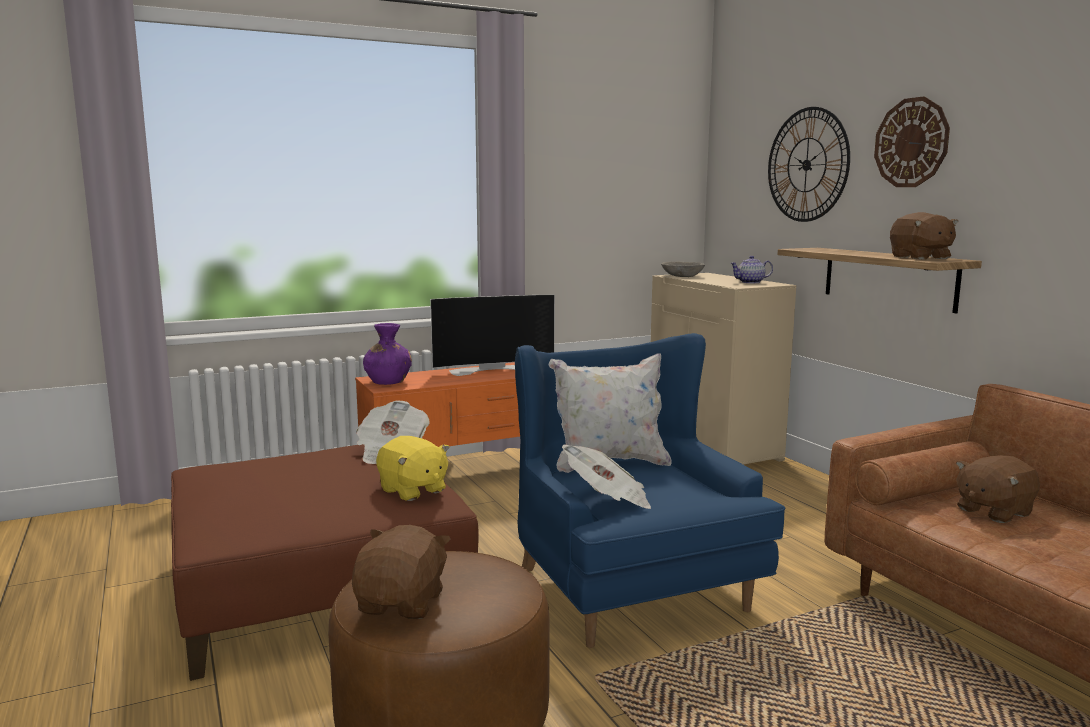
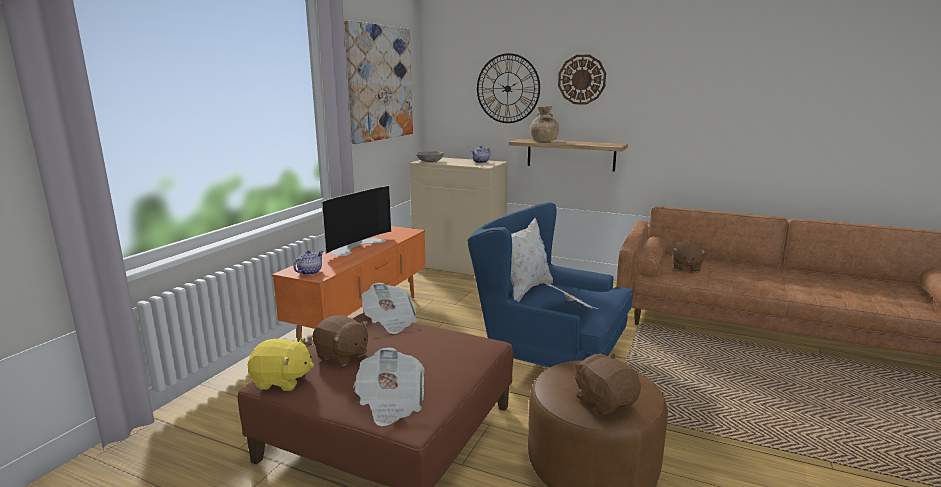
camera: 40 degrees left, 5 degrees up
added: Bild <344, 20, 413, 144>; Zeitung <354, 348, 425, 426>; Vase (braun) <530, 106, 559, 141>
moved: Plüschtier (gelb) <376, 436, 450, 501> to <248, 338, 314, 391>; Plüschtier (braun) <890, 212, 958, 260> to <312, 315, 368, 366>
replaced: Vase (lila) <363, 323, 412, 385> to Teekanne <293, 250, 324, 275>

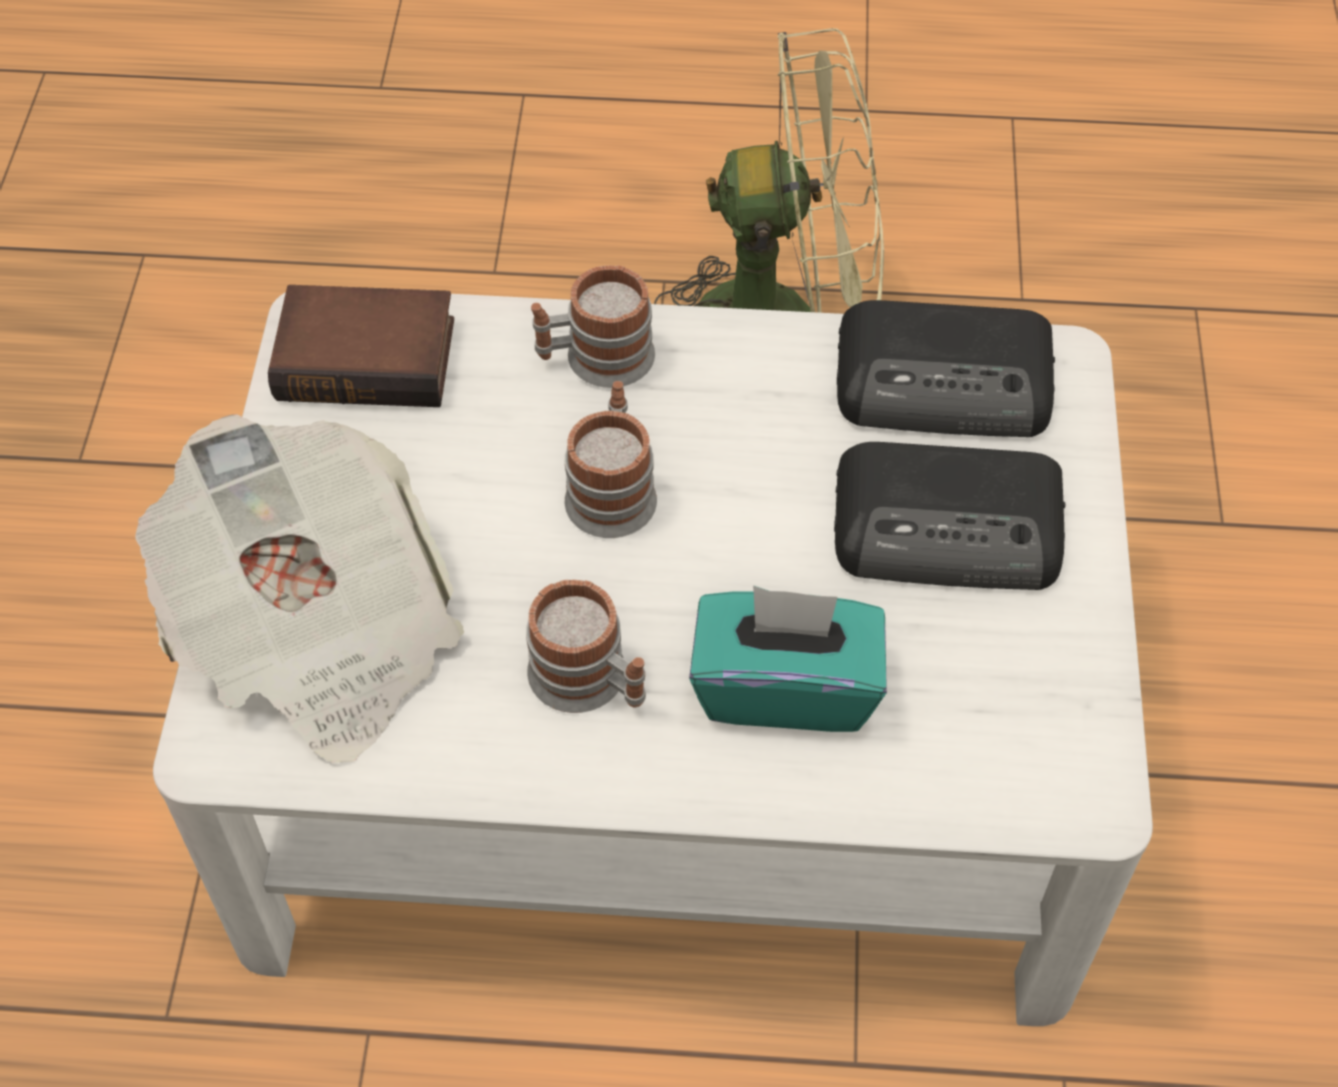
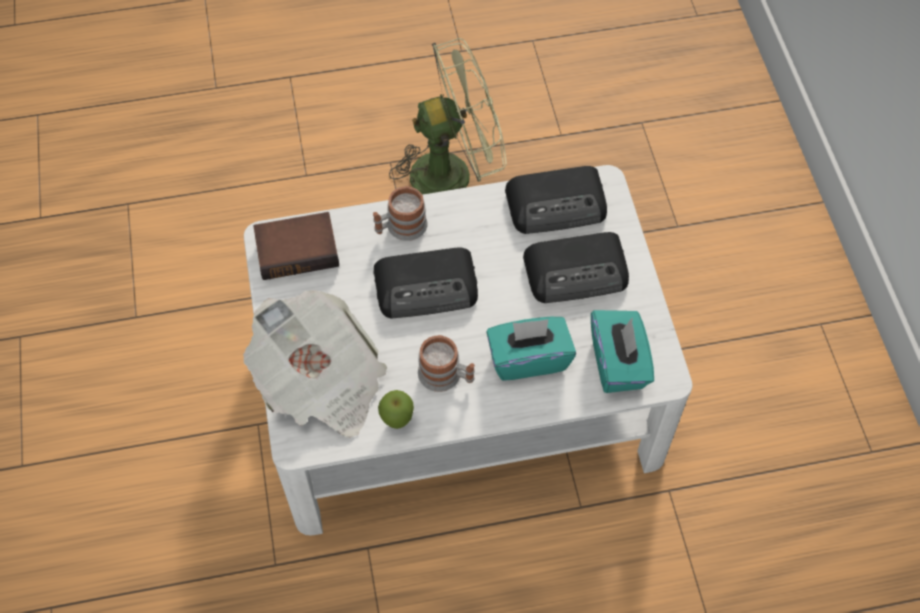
camera: 15 degrees left, 5 degrees up
added: Apfel <378, 390, 414, 429>; Taschentuchbox (türkis) <591, 310, 654, 393>
replaced: Henkelbecher <565, 381, 657, 538> to Radio <373, 248, 478, 319>

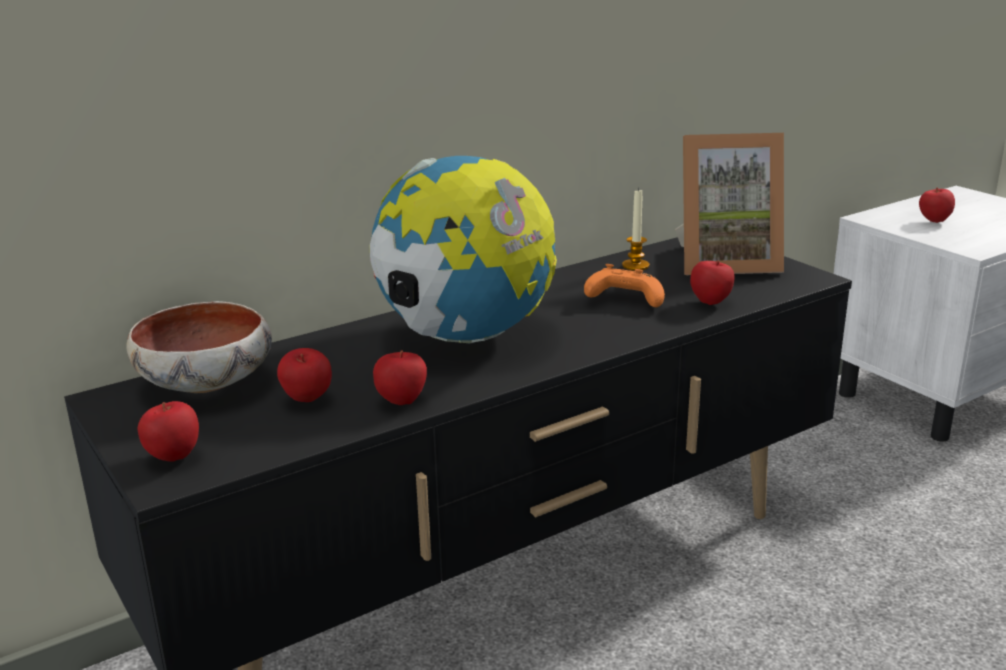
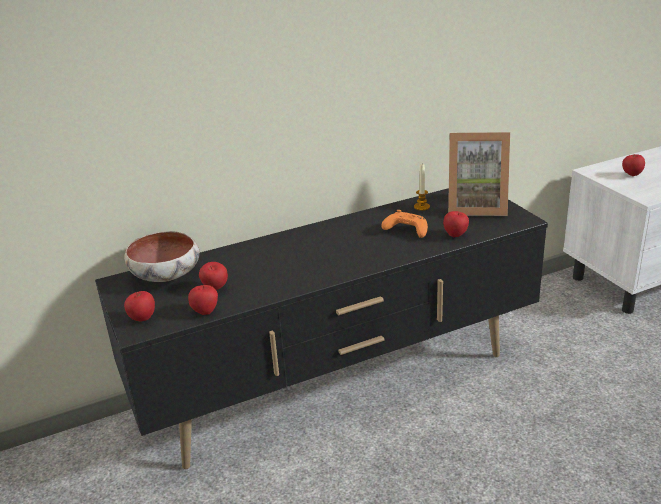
camera: 10 degrees right, 5 degrees up
removed: Globus <369, 156, 557, 343>
moved: Apfel <373, 350, 427, 405> to <188, 285, 218, 315>

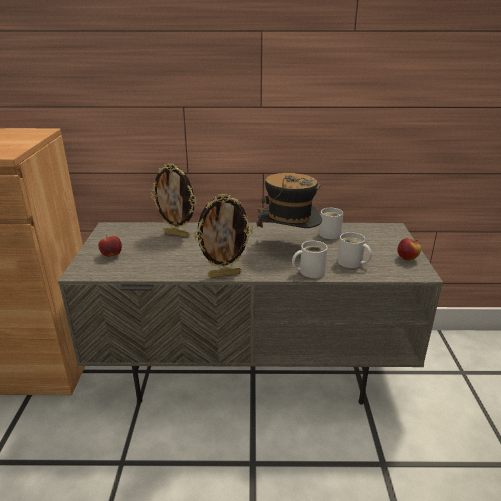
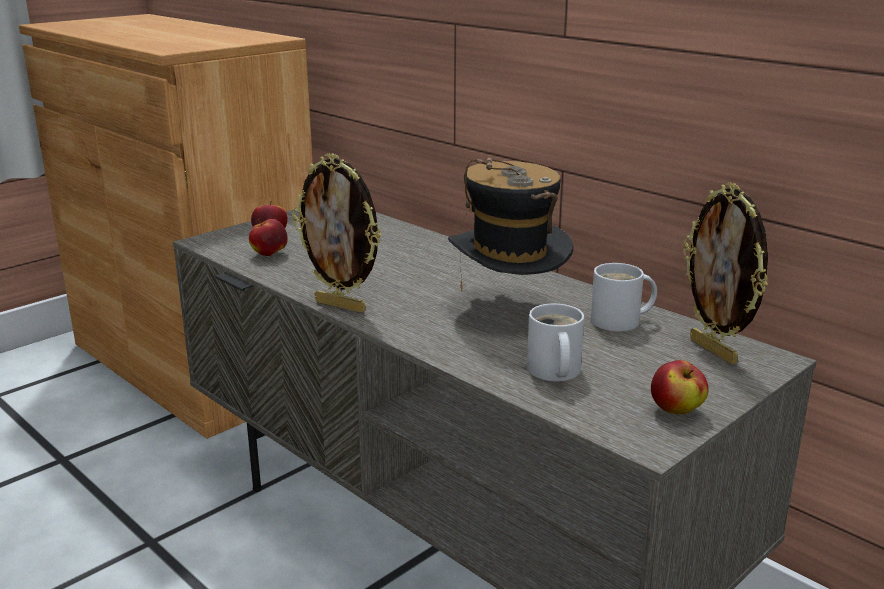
camera: 45 degrees right, 5 degrees down
removed: Henkelbecher (weiß) <292, 241, 328, 278>
added: Apfel <249, 219, 288, 256>
moved: Bilderrahmen <150, 163, 197, 237> to <683, 182, 768, 365>

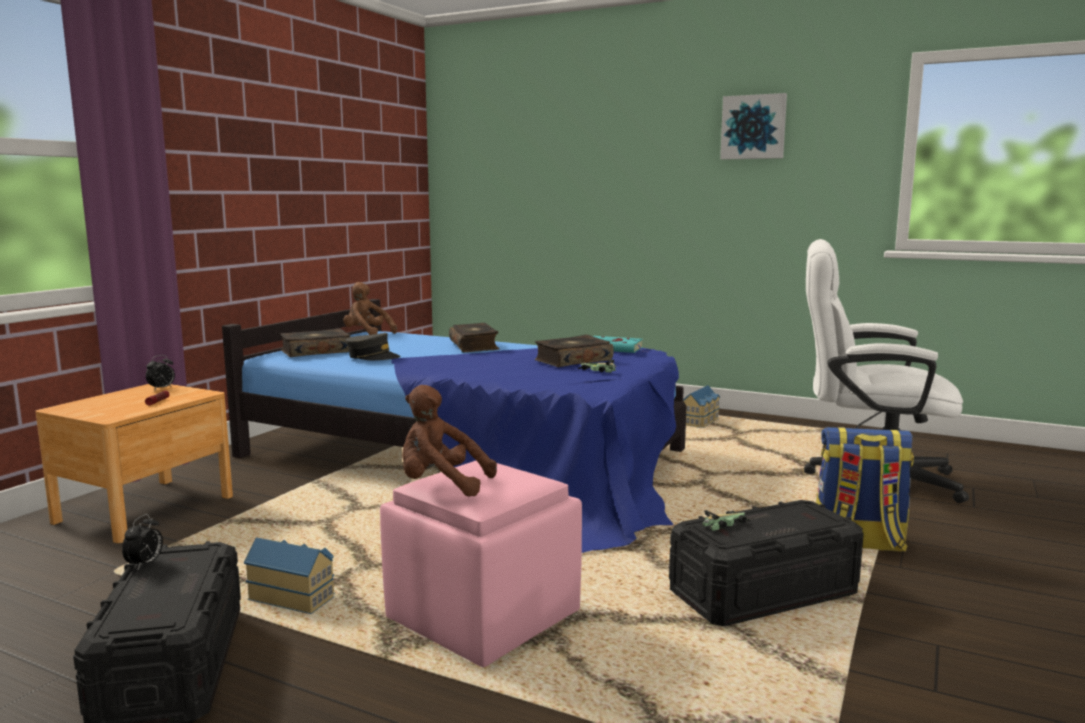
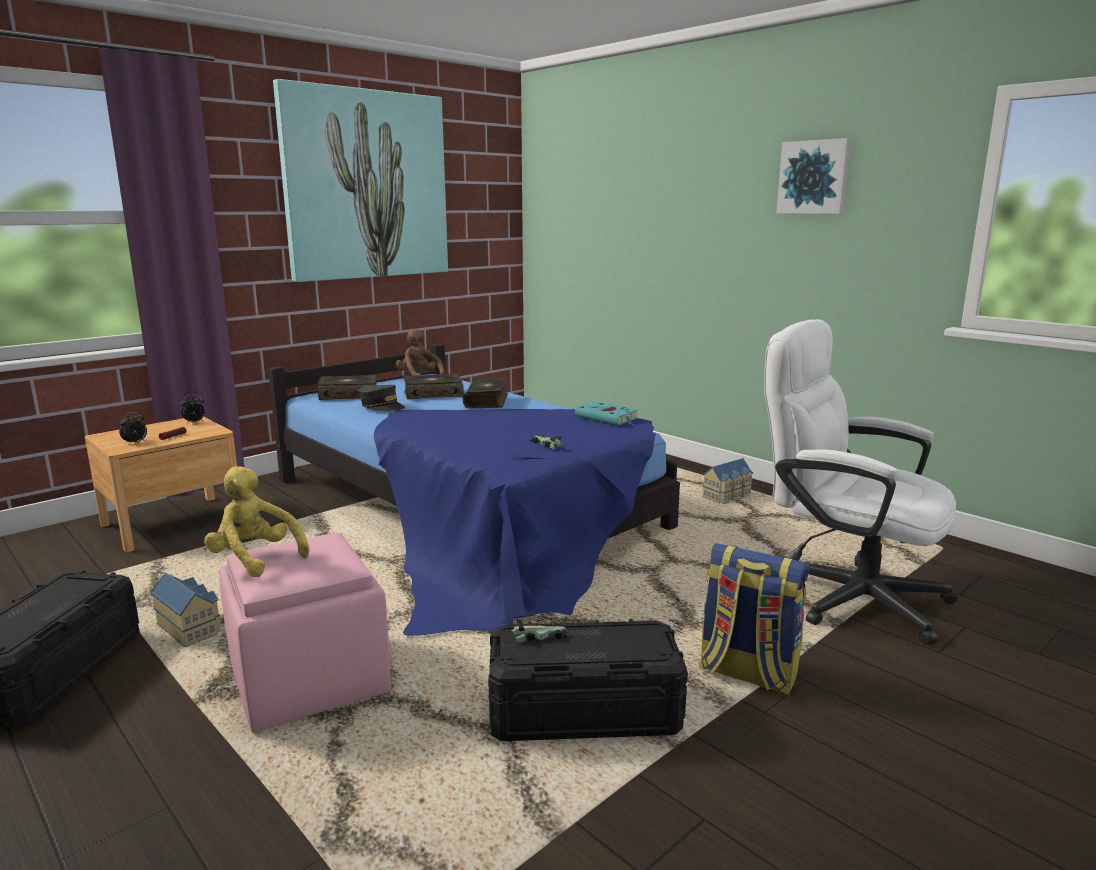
camera: 20 degrees right, 5 degrees up
added: Bild <273, 79, 448, 282>
moved: Wecker <122, 514, 163, 570> to <119, 412, 147, 444>; Buch <534, 335, 614, 367> to <403, 373, 464, 399>
recoloured: Plüschtier (braun) <402, 385, 497, 497> to Plüschtier (gelb) <204, 466, 309, 577>

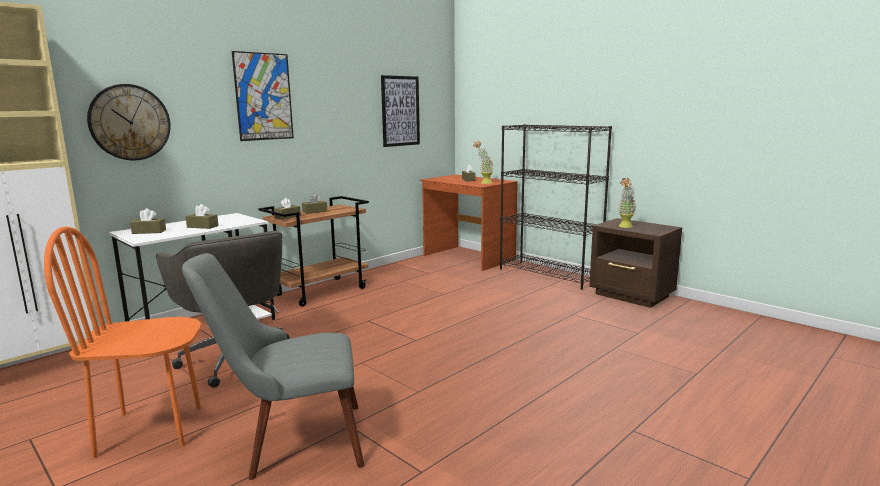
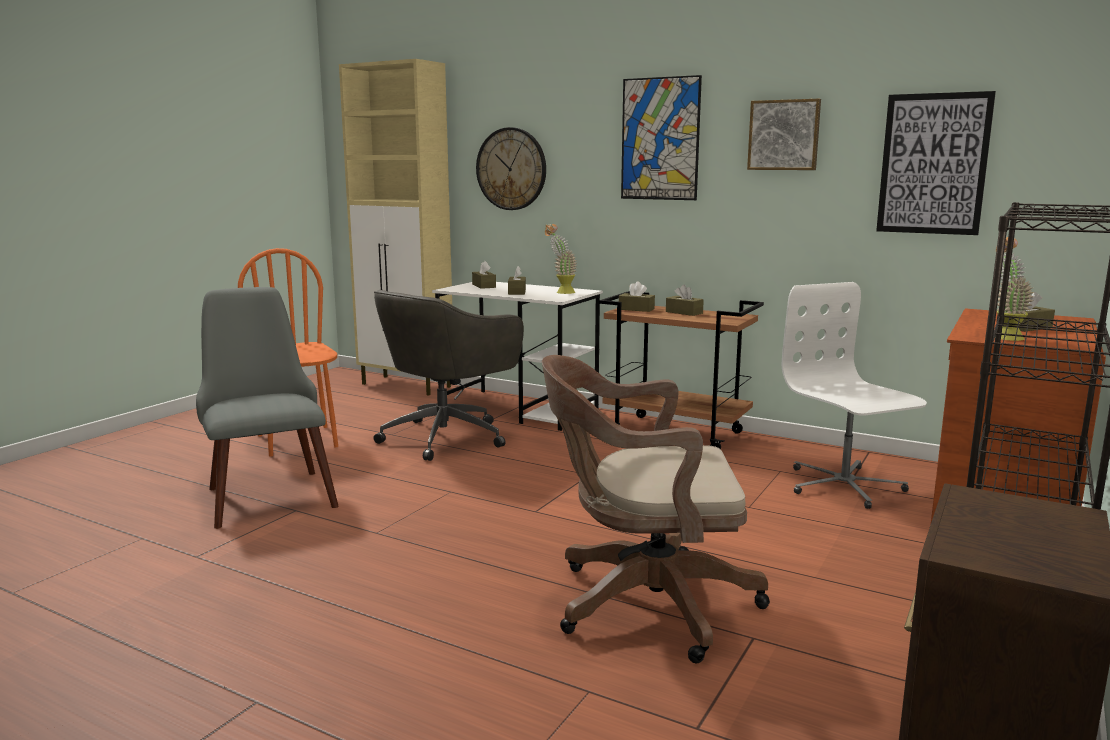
camera: 75 degrees right, 0 degrees up
added: Bürostuhl (braun) <542, 355, 770, 663>; Bild <747, 99, 821, 170>; Bürostuhl (weiß) <782, 282, 927, 509>
moved: Topfpflanze <618, 178, 636, 228> to <545, 224, 577, 294>

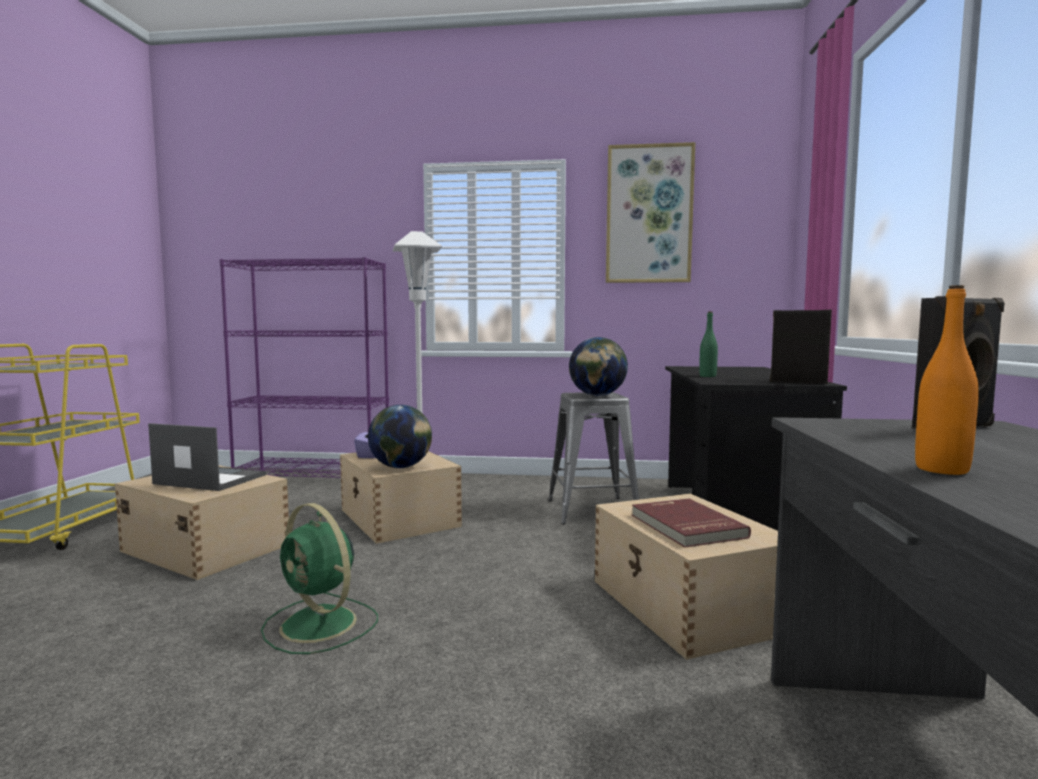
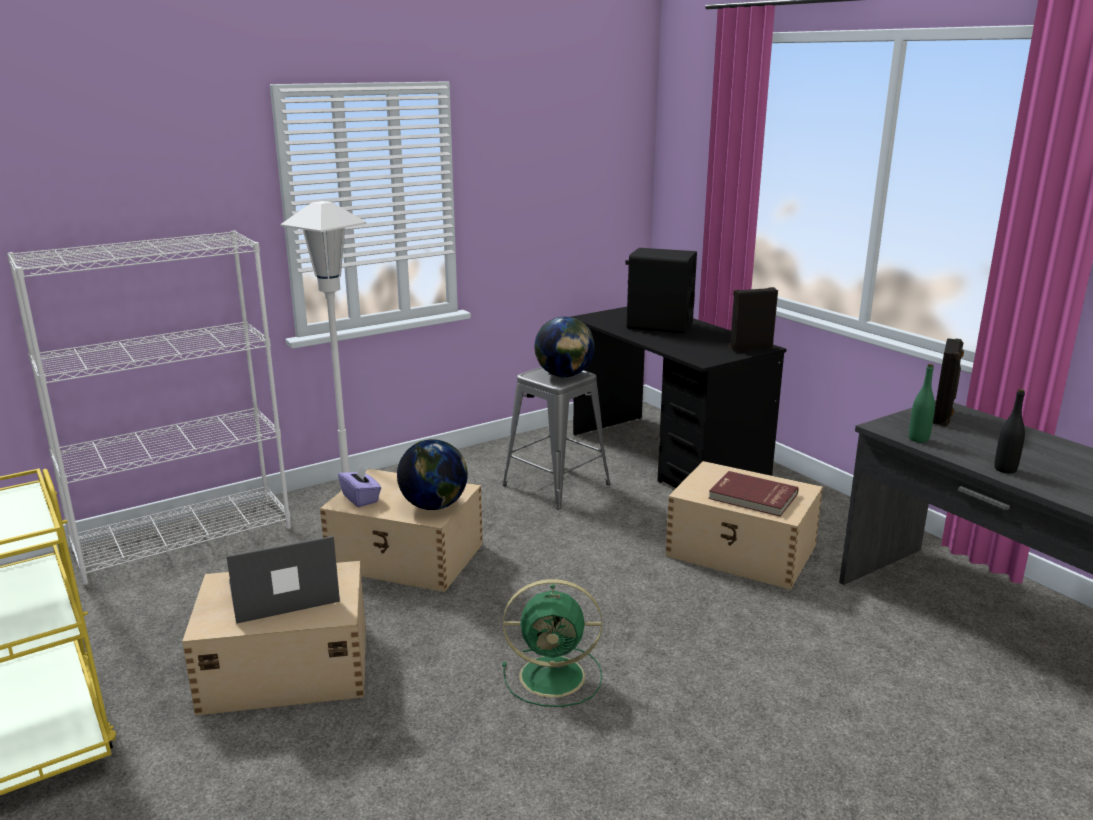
camera: 40 degrees left, 15 degrees up
removed: Bild <606, 142, 695, 283>
added: Lautsprecher (schwarz) <625, 248, 697, 334>
moved: Flasche (grün) <699, 312, 718, 377> to <909, 364, 935, 443>
recoloured: Bücherregal (lila) <219, 257, 389, 478> to Bücherregal (weiß) <7, 231, 291, 585>; Flasche (orange) <915, 285, 979, 475> to Flasche (schwarz) <994, 389, 1025, 474>

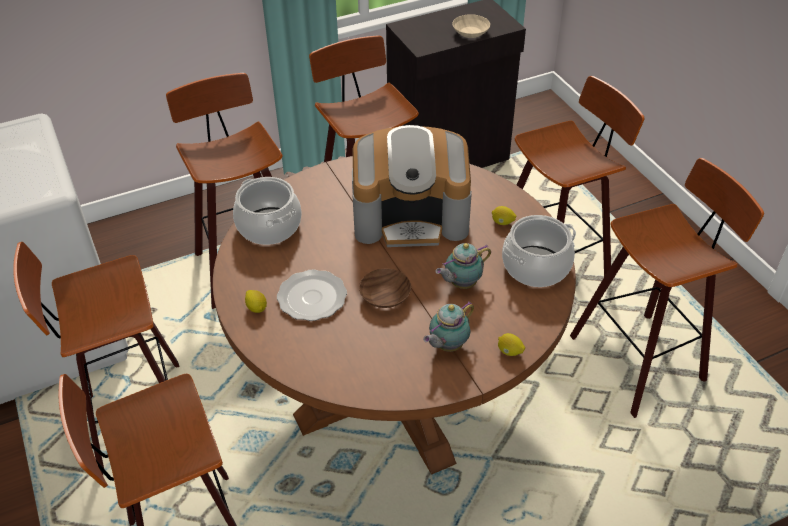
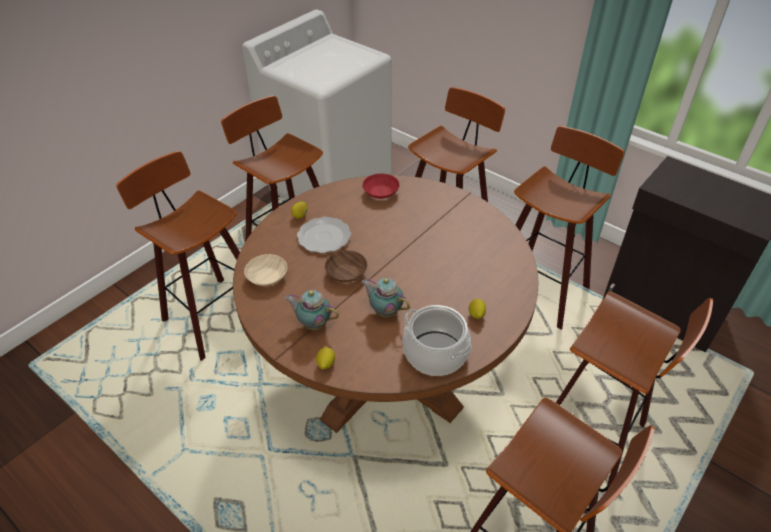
camera: 65 degrees right, 0 degrees up
removed: Kaffeemaschine <352, 125, 472, 247>
moved: Schüssel (beige) <452, 14, 490, 38> to <244, 254, 287, 286>
replaced: Kochtopf <233, 177, 302, 245> to Schüssel (rot) <362, 173, 400, 199>

